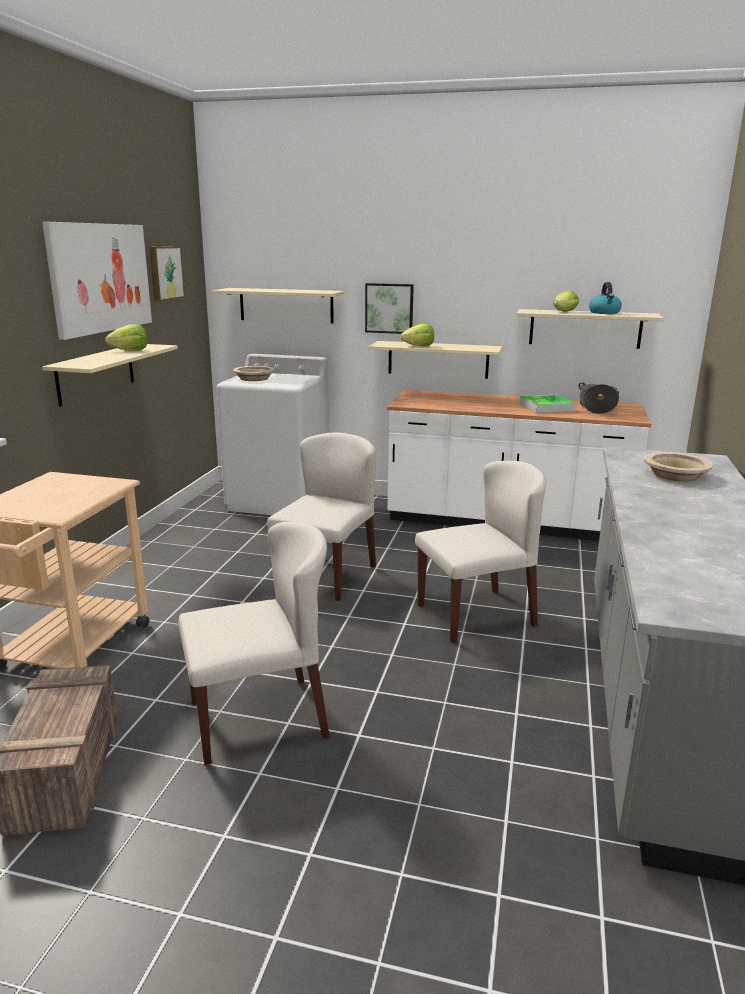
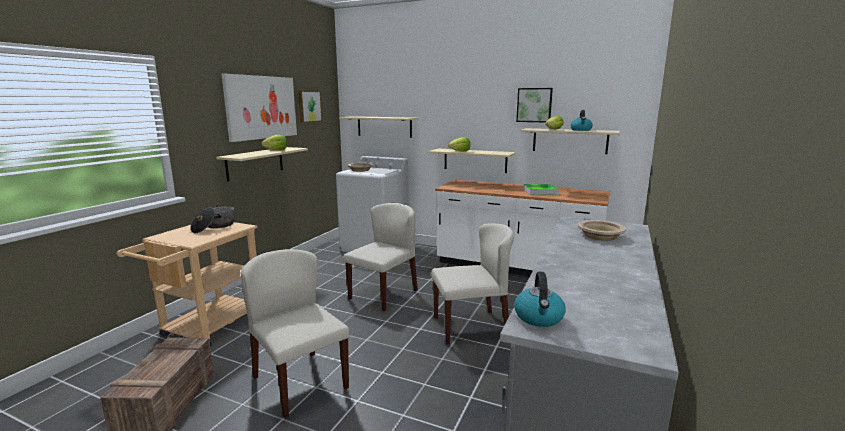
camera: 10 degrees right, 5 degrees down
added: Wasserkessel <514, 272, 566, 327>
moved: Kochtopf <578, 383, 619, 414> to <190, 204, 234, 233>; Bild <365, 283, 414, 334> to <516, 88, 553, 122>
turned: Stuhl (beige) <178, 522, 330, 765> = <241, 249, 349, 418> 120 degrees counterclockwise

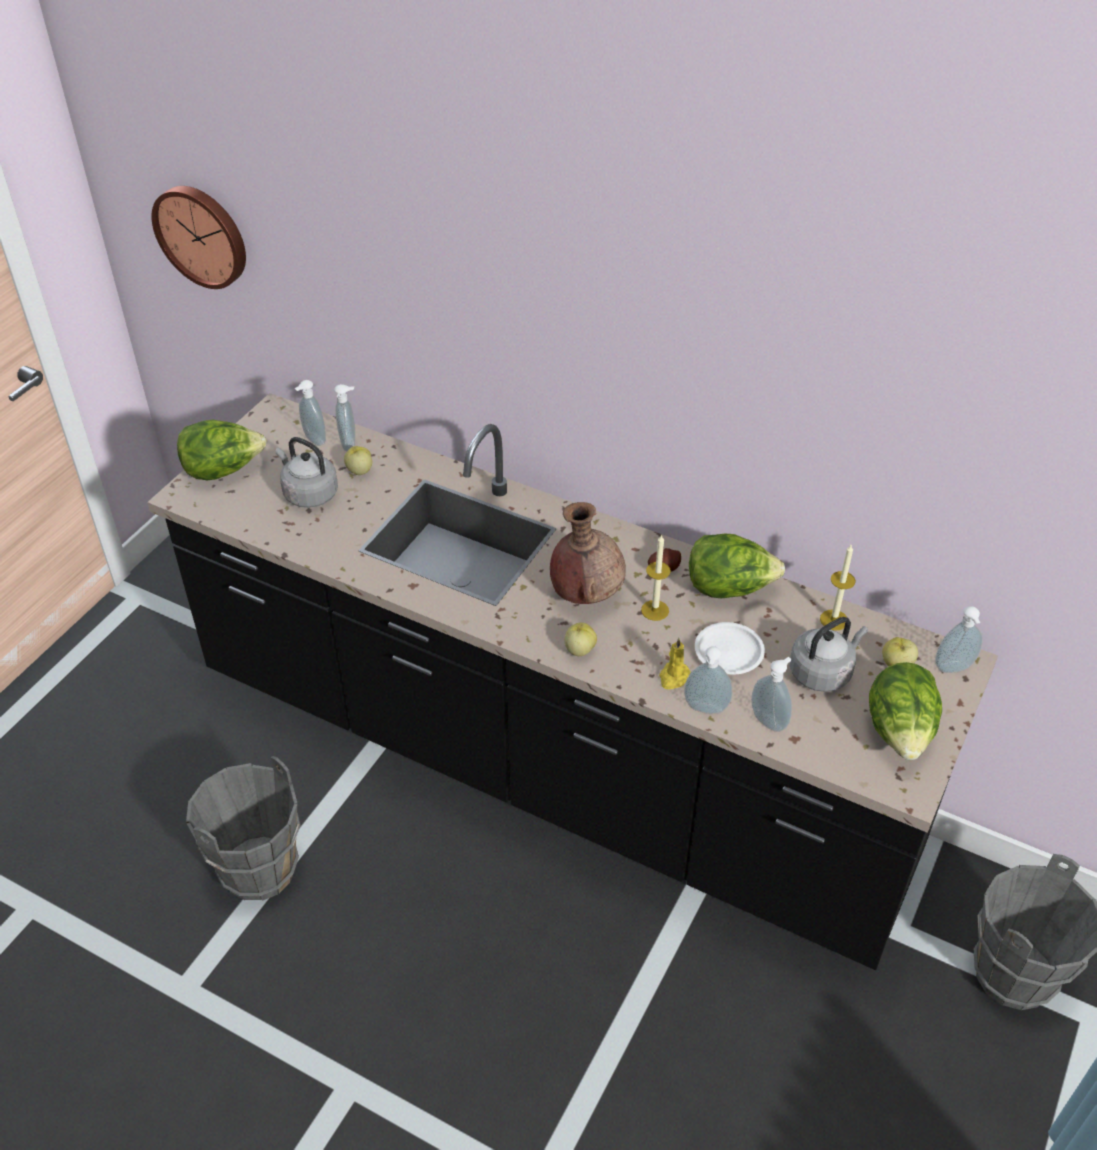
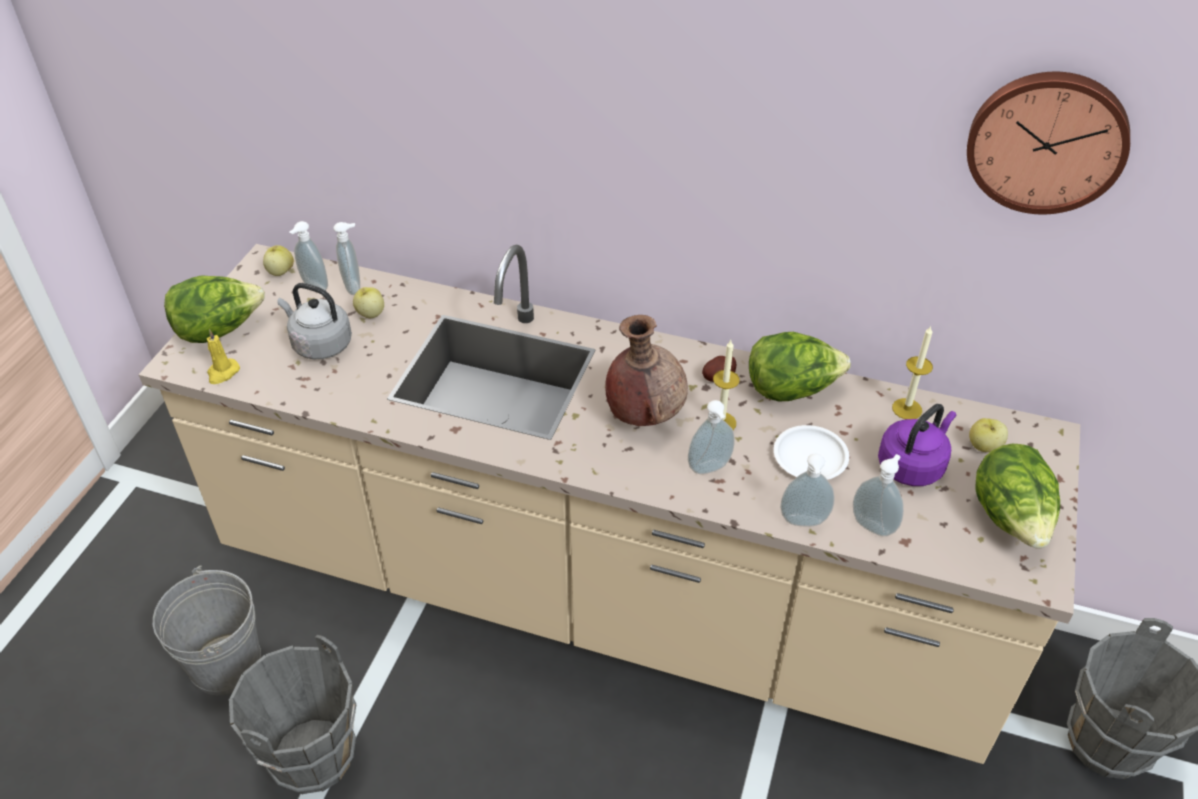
camera: 10 degrees left, 0 degrees up
added: Eimer (grau) <153, 566, 261, 695>
moved: Kerze (gelb) <659, 638, 691, 690> to <207, 329, 240, 384>; Apfel <565, 622, 597, 656> to <263, 245, 294, 276>; Seifenspender <935, 606, 983, 673> to <688, 400, 735, 474>; Wanduhr <151, 186, 246, 289> to <967, 72, 1130, 214>
recoloured: Küchenzeile (schwarz) <147, 393, 998, 970> to Küchenzeile (beige) <139, 244, 1080, 764>; Wasserkessel (grau) <790, 617, 868, 692> to Wasserkessel (lila) <878, 404, 956, 486>

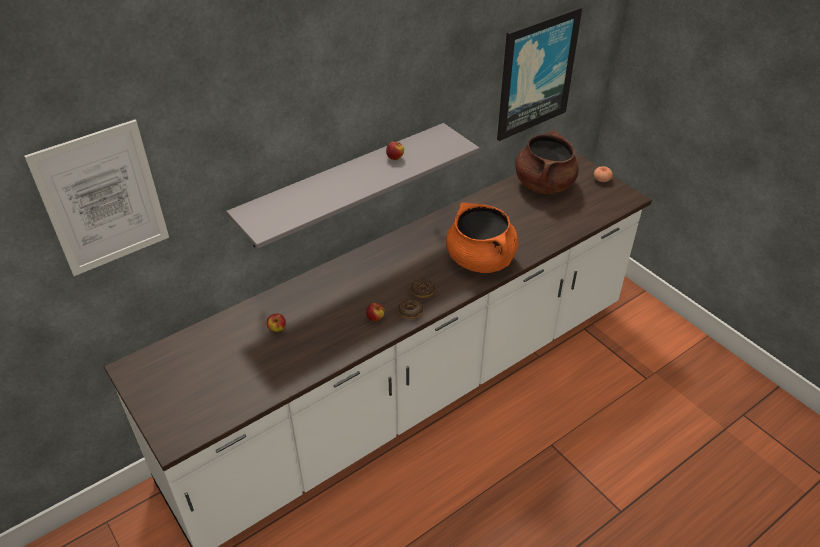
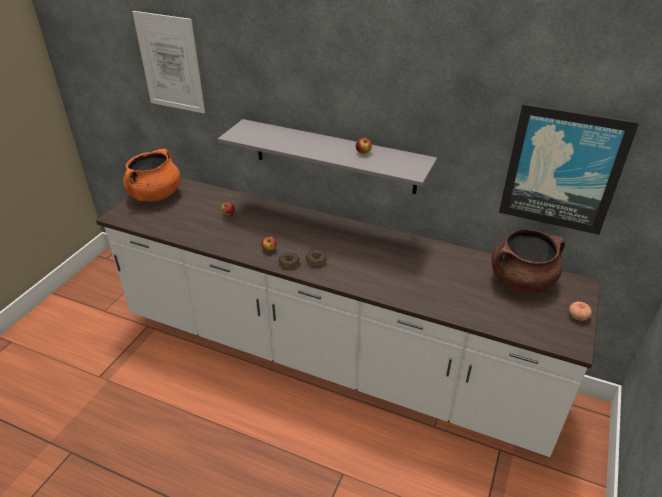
camera: 60 degrees right, 5 degrees down
moved: Kochtopf (orange) <446, 203, 518, 273> to <123, 149, 180, 202>

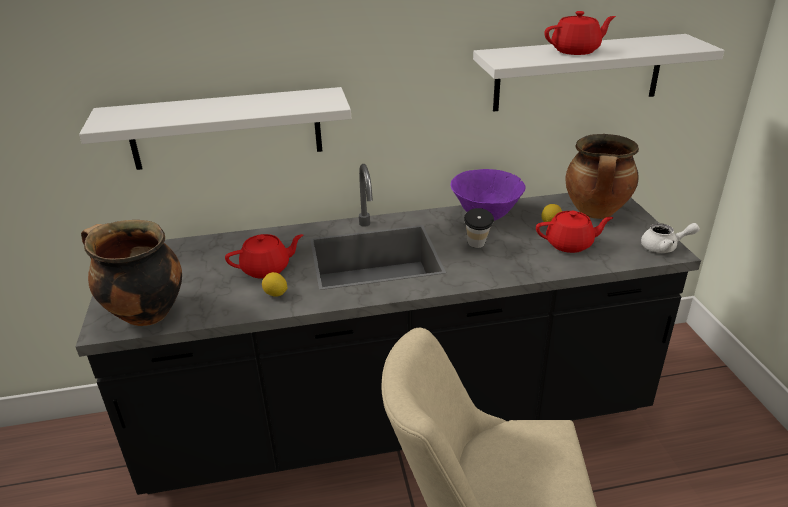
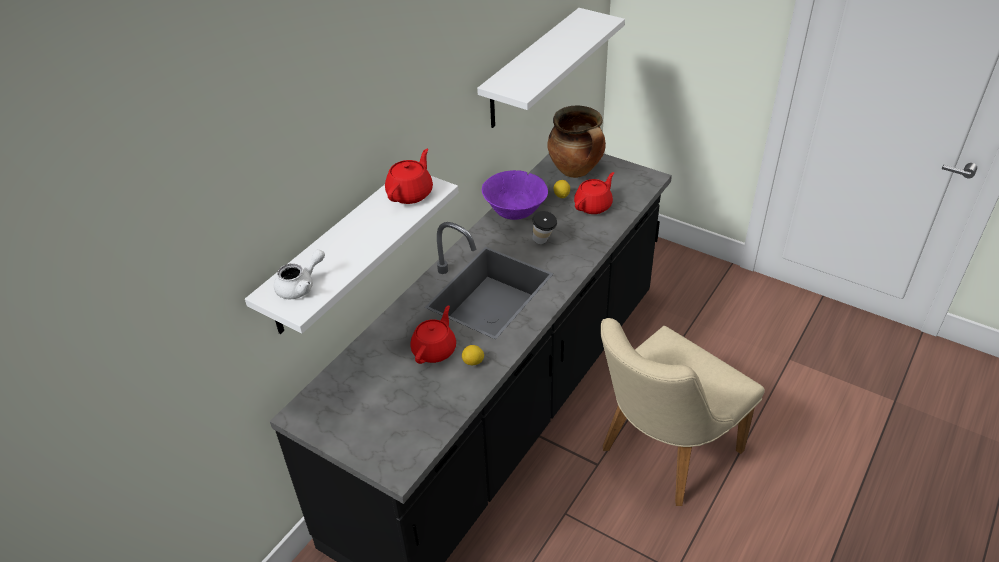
camera: 45 degrees left, 10 degrees up
removed: Kochtopf <81, 220, 182, 326>
moved: Teekanne (weiß) <641, 223, 700, 253> to <274, 249, 325, 299>; Teekanne (rot) <545, 11, 616, 55> to <385, 149, 433, 204>

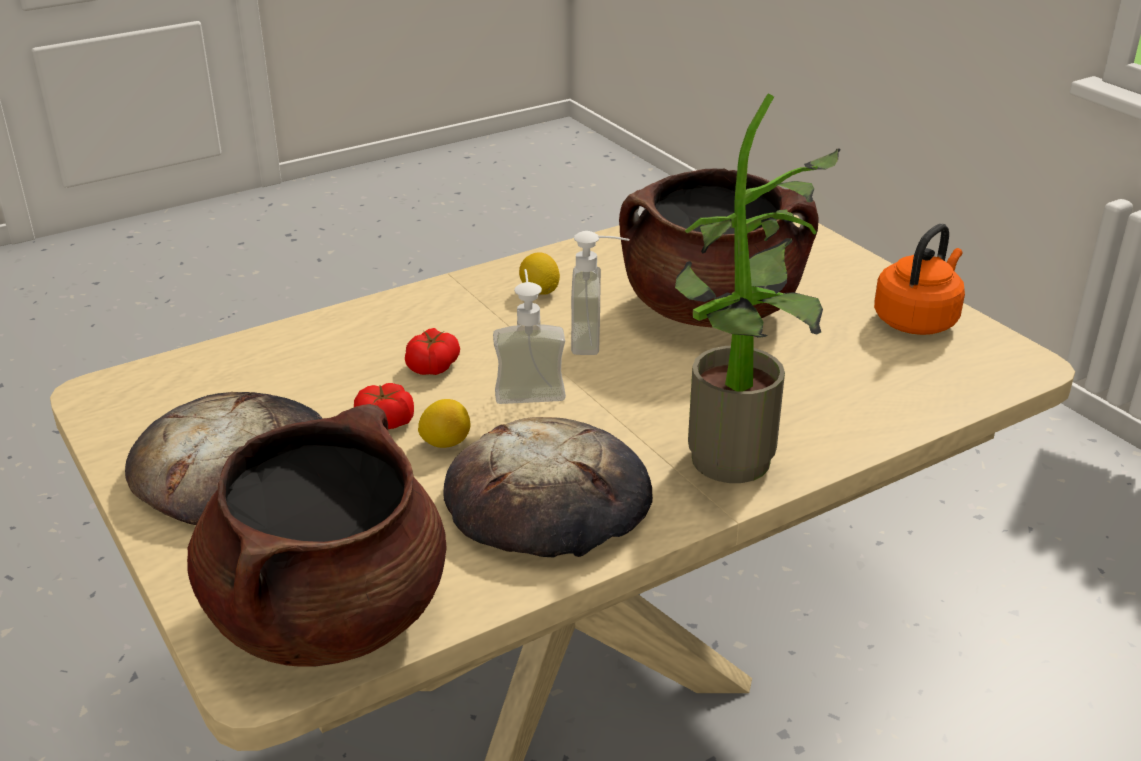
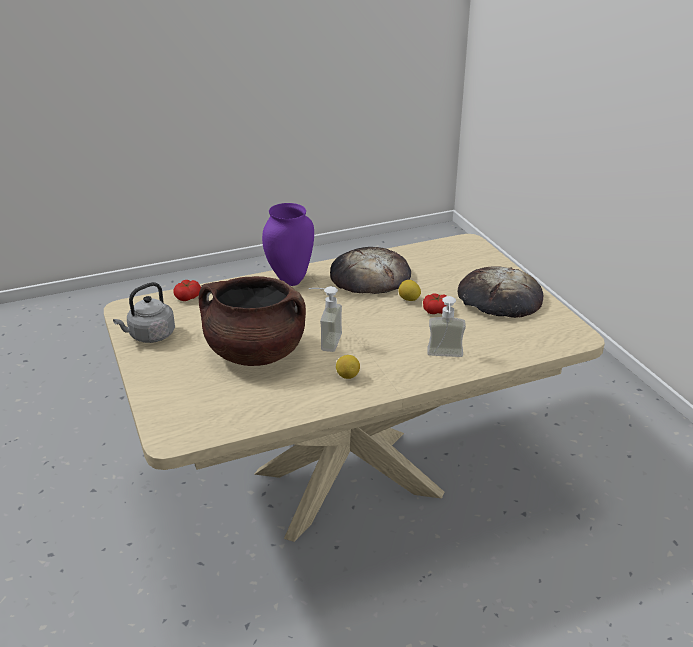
camera: 170 degrees left, 0 degrees up
removed: Kochtopf (braun) <187, 404, 447, 667>
moved: Tomate <405, 328, 460, 375> to <173, 280, 201, 301>; Seifenspender <493, 269, 566, 404> to <427, 296, 466, 357>
replaced: Topfpflanze <675, 93, 841, 483> to Vase (lila) <262, 203, 314, 286>
recoloured: Wasserkessel (orange) <874, 224, 965, 335> to Wasserkessel (grau) <113, 282, 175, 343>

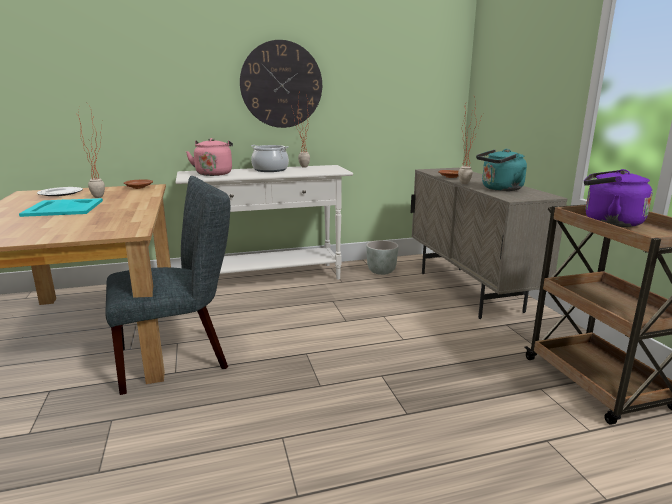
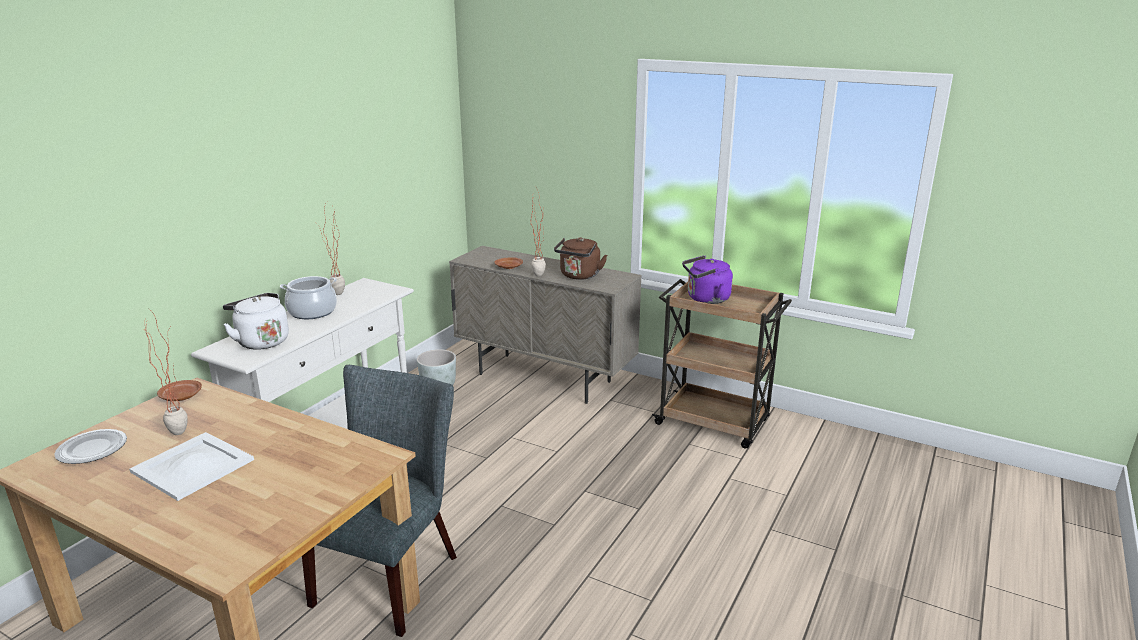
camera: 45 degrees left, 5 degrees up
removed: Wanduhr <240, 40, 322, 128>
recoloured: Tablett (türkis) <19, 198, 103, 217> to Tablett (weiß) <129, 432, 254, 501>; Wasserkessel (rosa) <186, 138, 233, 176> to Wasserkessel (weiß) <223, 293, 289, 350>; Wasserkessel (türkis) <476, 149, 527, 191> to Wasserkessel (braun) <554, 237, 607, 280>

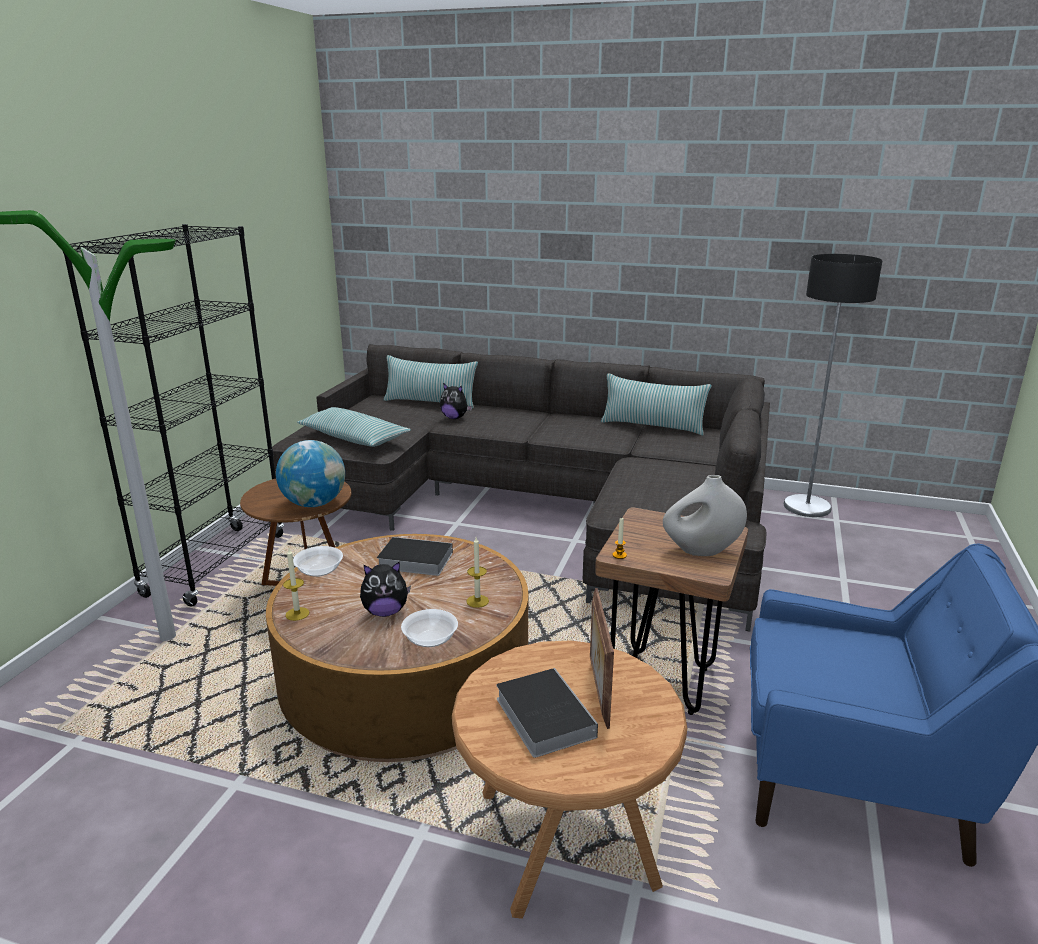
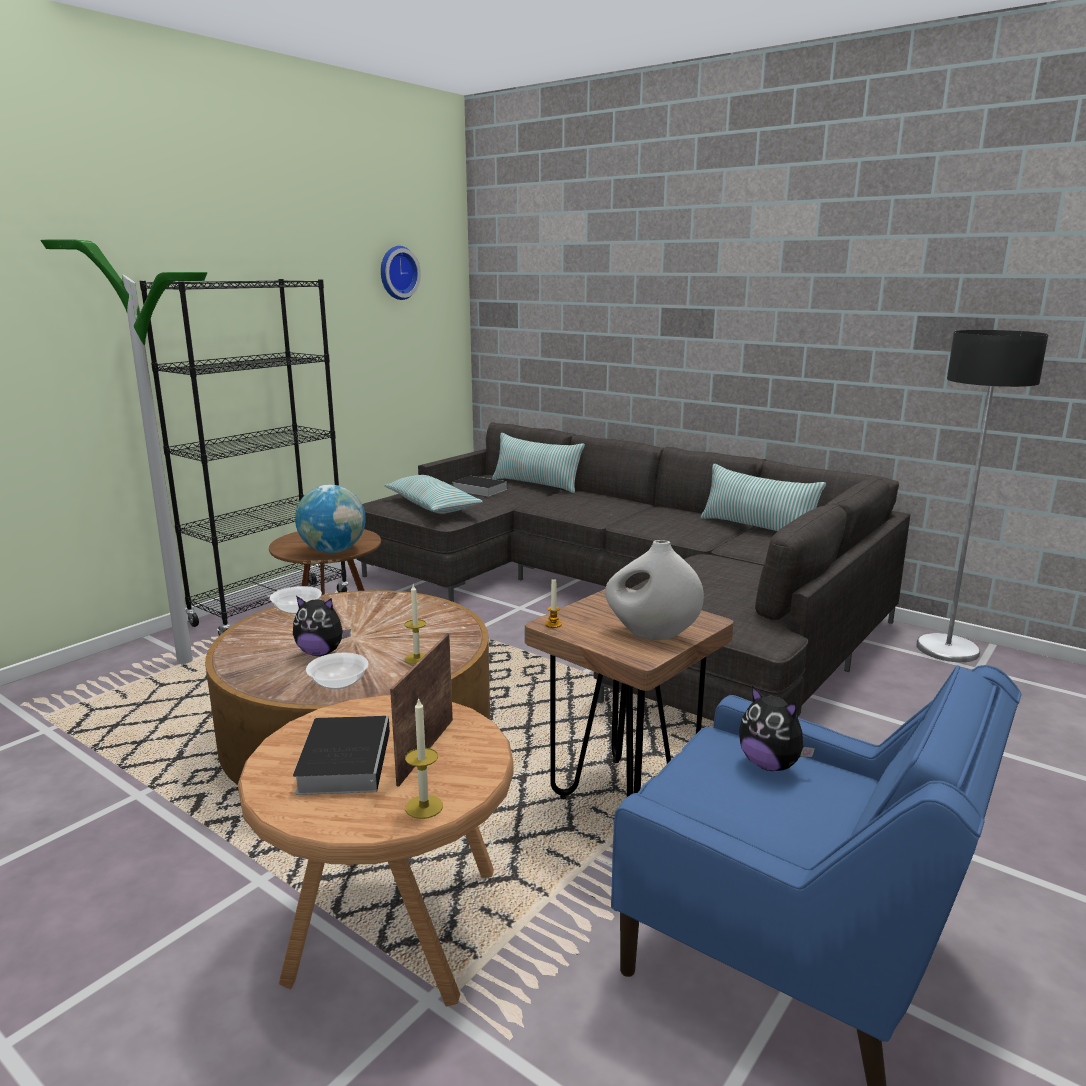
camera: 20 degrees right, 5 degrees down
added: Wanduhr <381, 246, 421, 300>
moved: Kerze <283, 549, 309, 621> to <405, 697, 443, 819>; Buch <377, 537, 453, 576> to <453, 476, 507, 496>; Plüschtier <440, 383, 472, 419> to <739, 685, 815, 771>

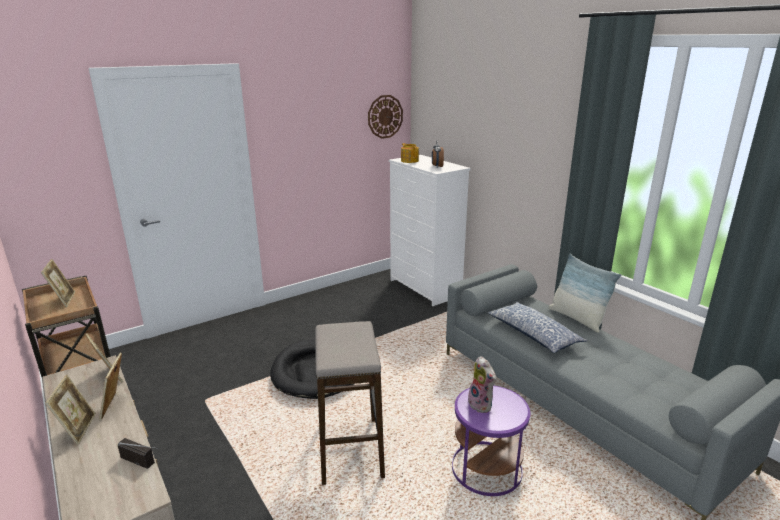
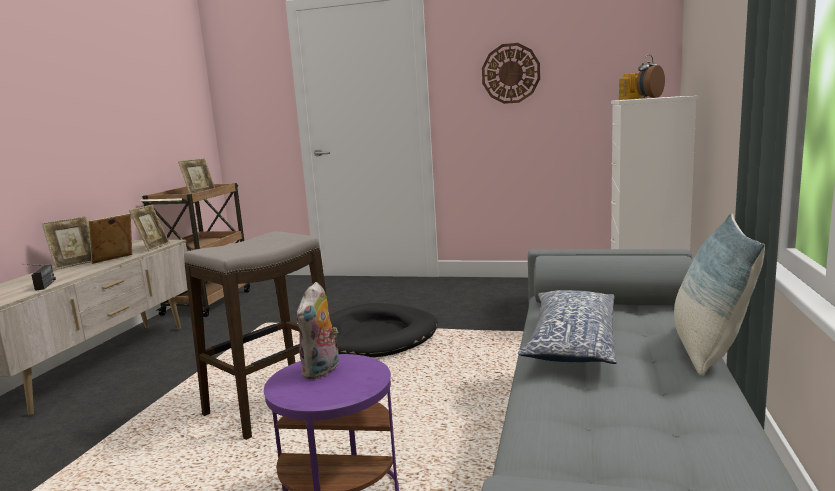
camera: 50 degrees right, 10 degrees down
moved: Wanduhr <368, 95, 403, 139> to <482, 43, 540, 104>

